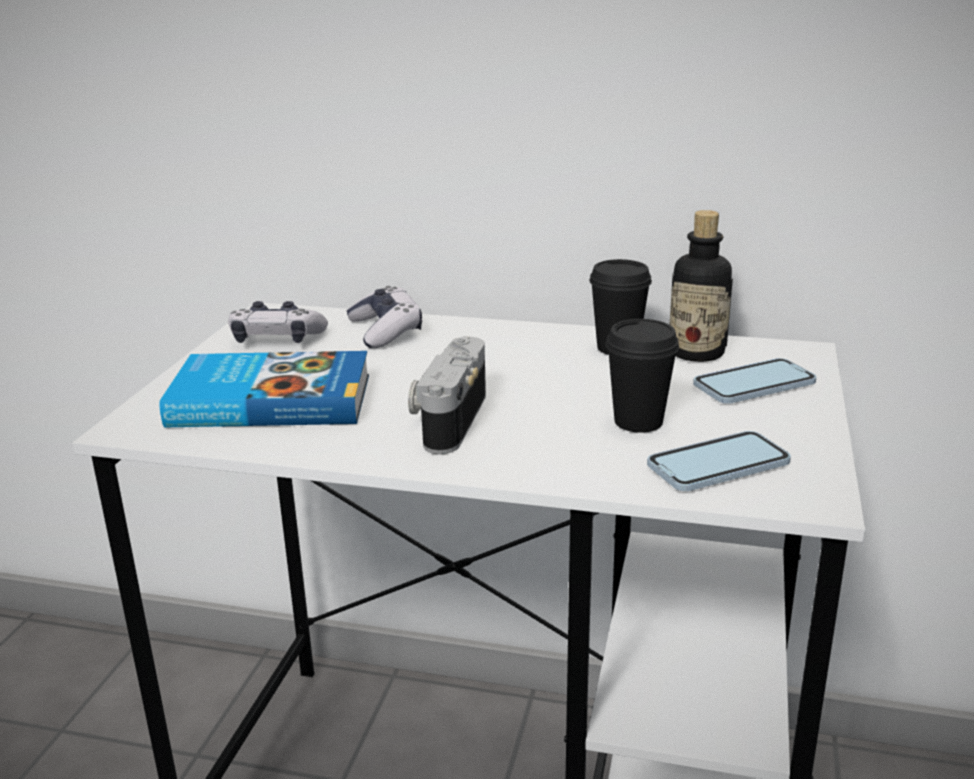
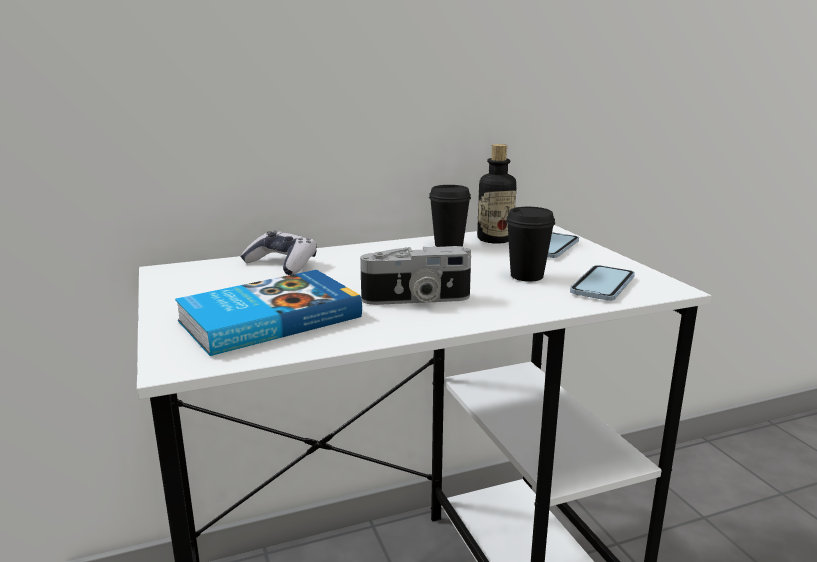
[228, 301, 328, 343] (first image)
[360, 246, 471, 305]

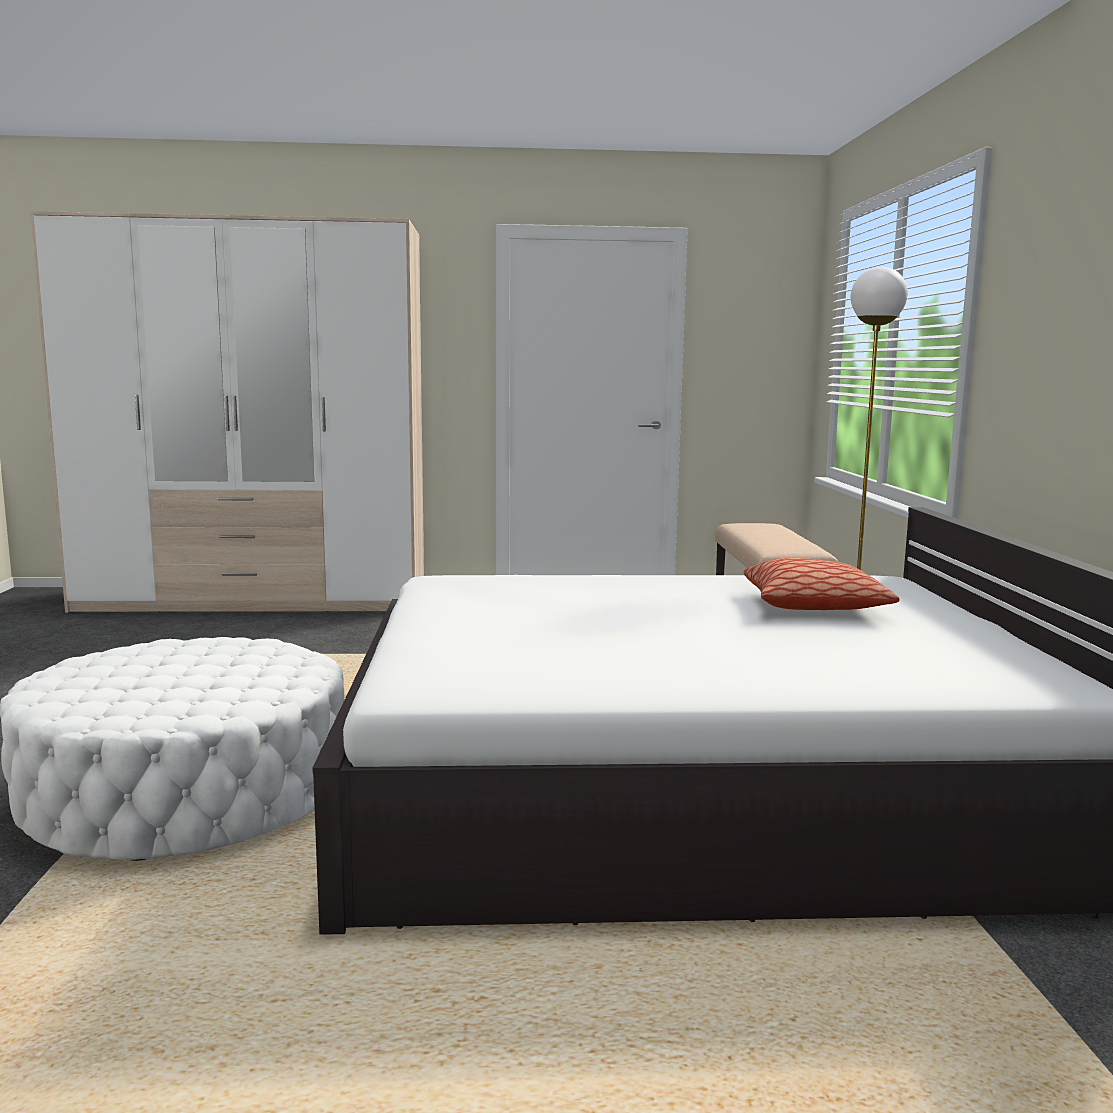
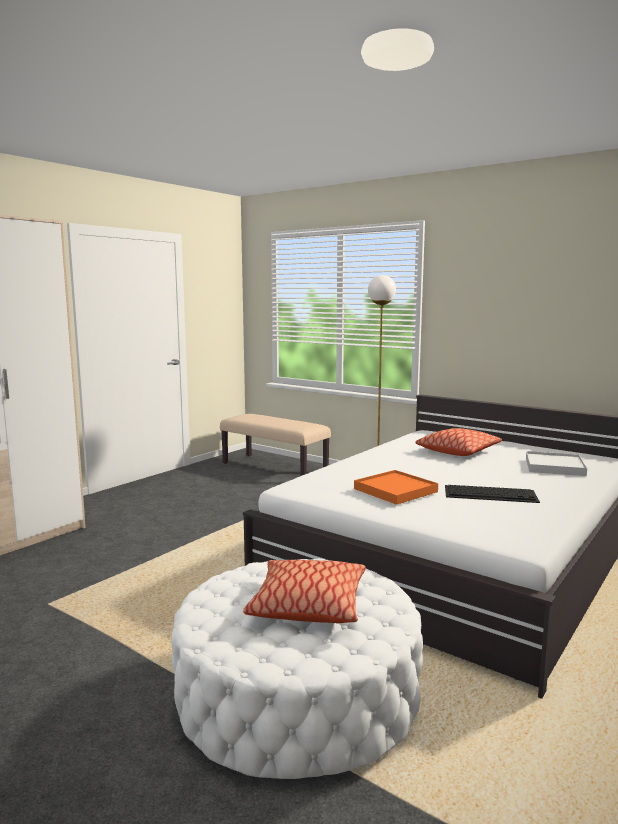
[243, 560, 366, 623]
[354, 470, 438, 505]
[445, 485, 540, 503]
[526, 451, 587, 476]

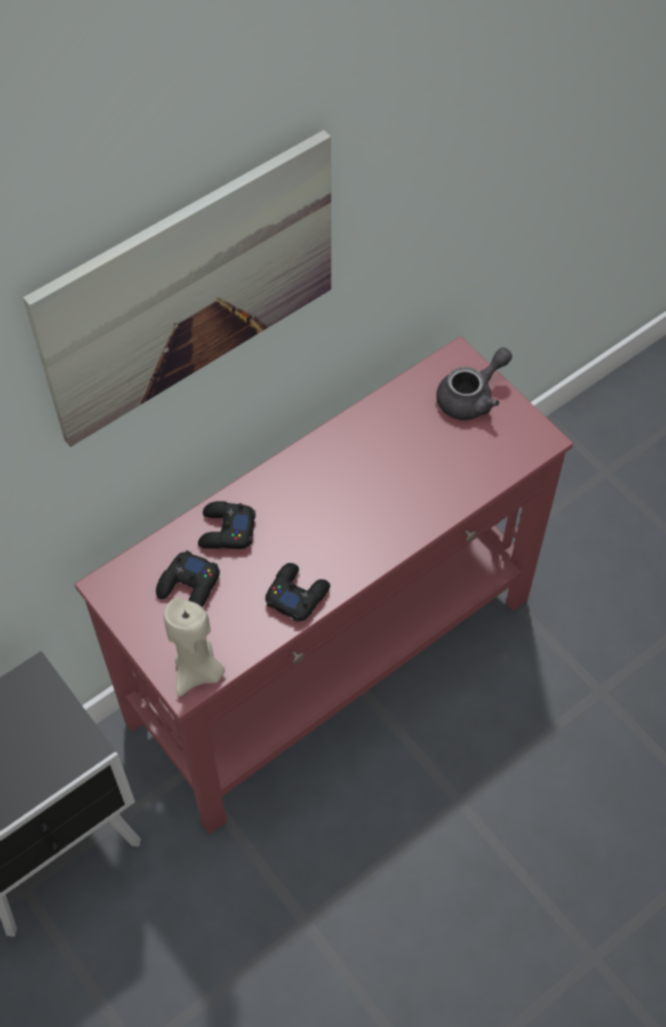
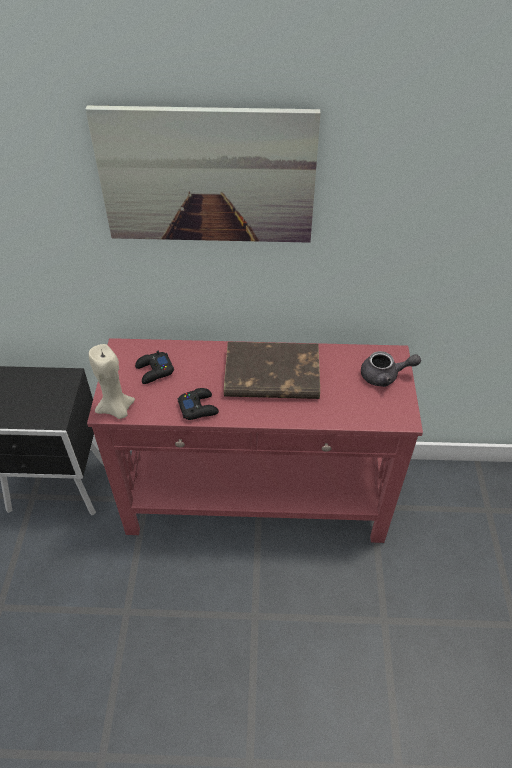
[198, 501, 256, 549] (first image)
[224, 342, 320, 399]

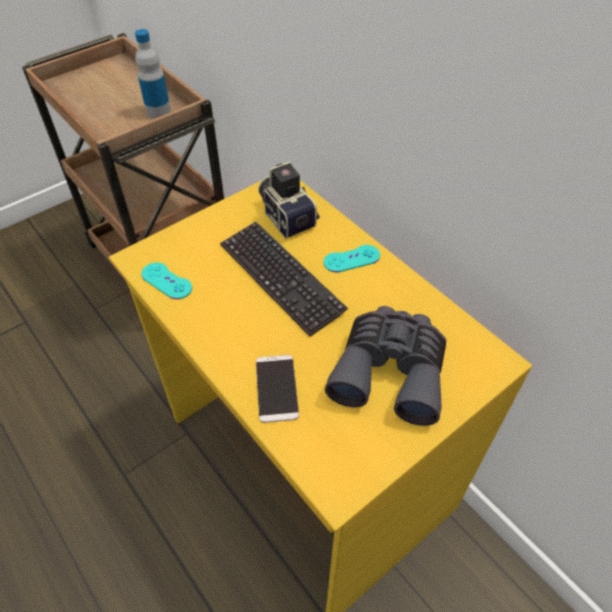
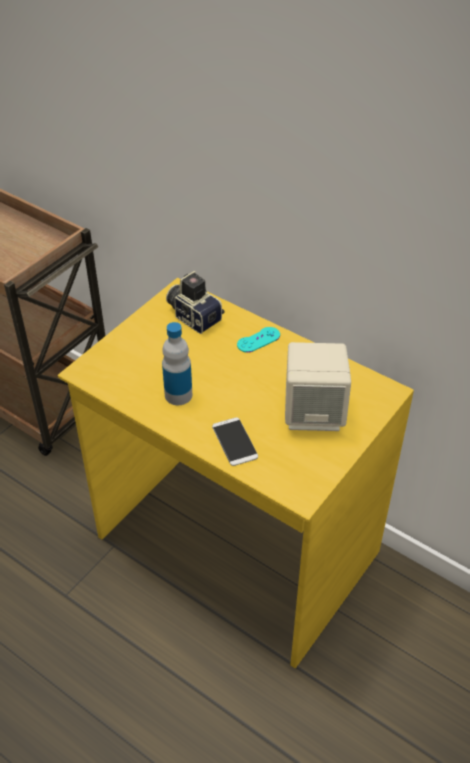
[141, 263, 192, 299] (first image)
[220, 222, 348, 337] (first image)
[162, 322, 192, 405]
[285, 342, 351, 431]

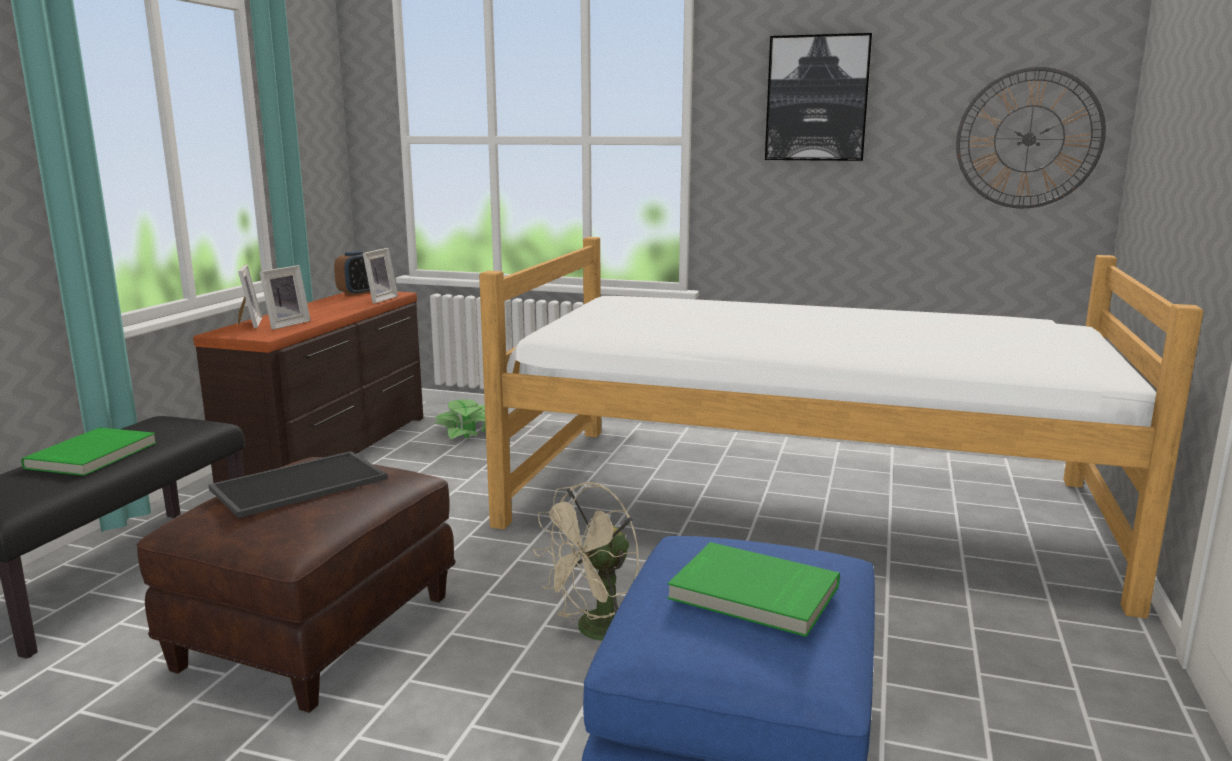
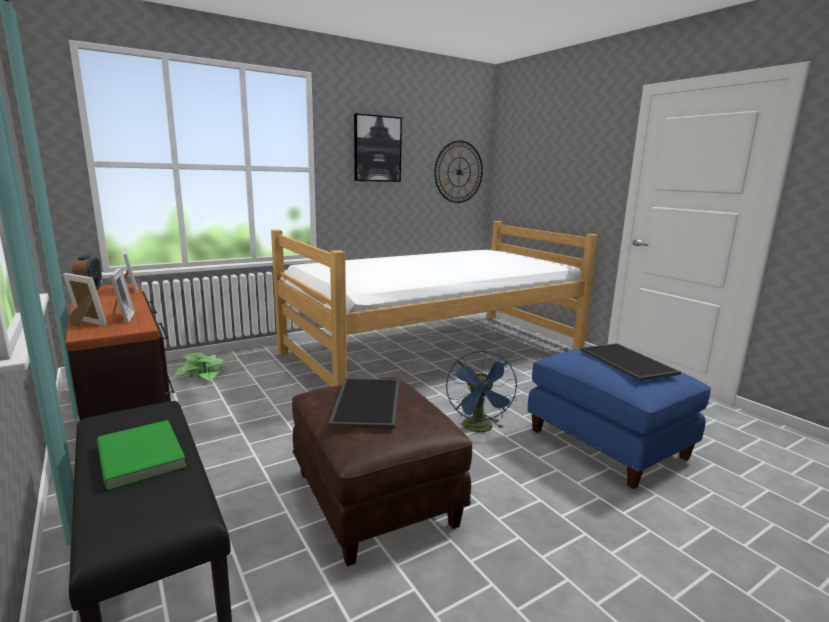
[580, 343, 681, 381]
[446, 351, 518, 432]

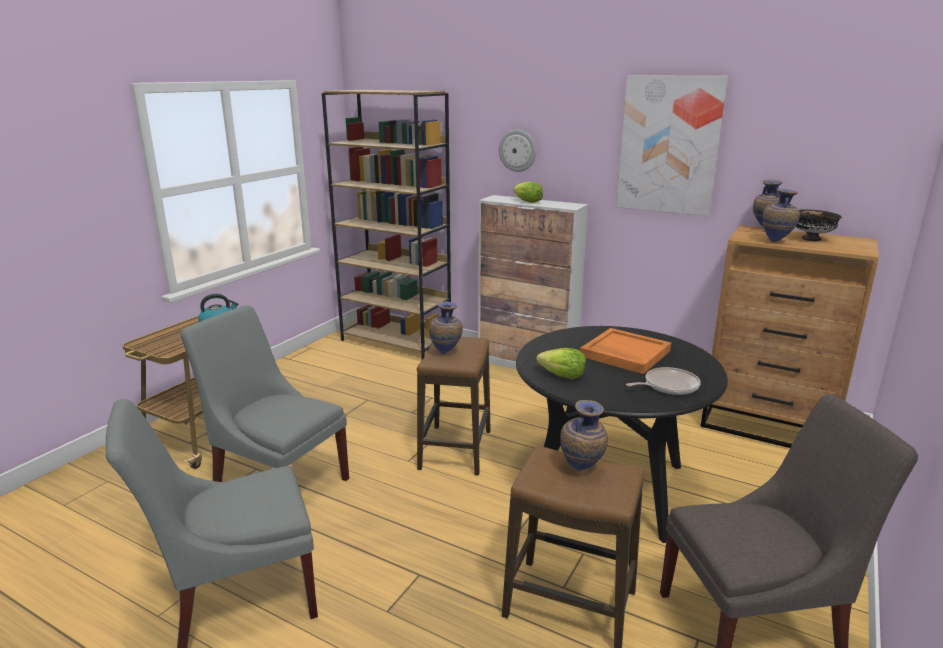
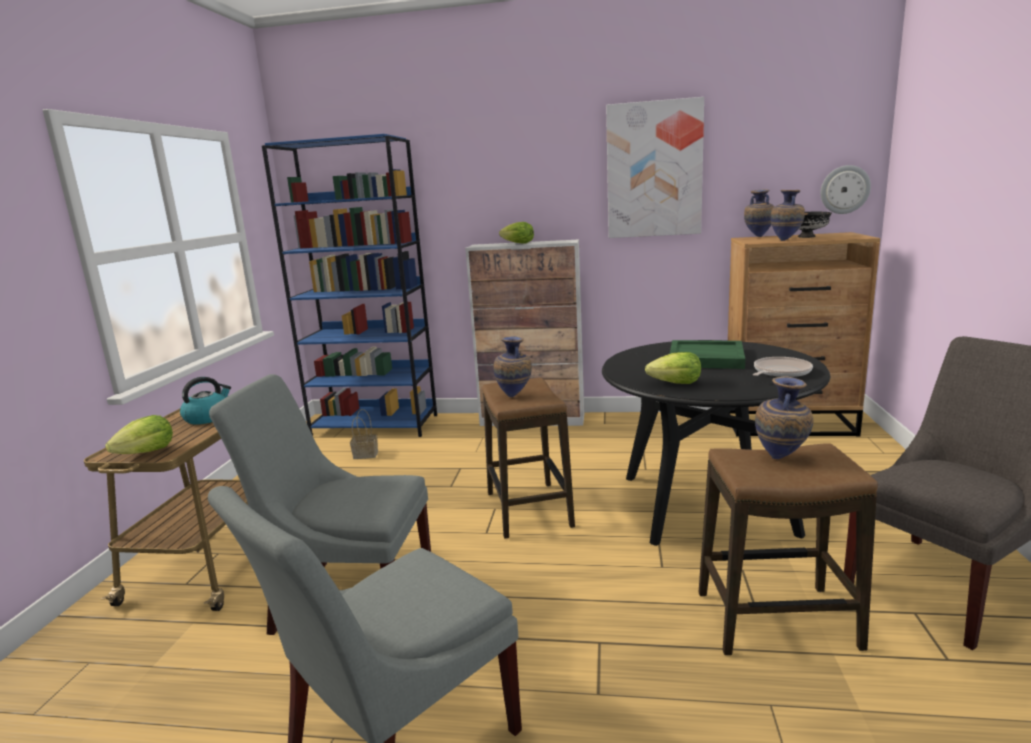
[105, 415, 173, 454]
[350, 409, 378, 459]
[820, 165, 871, 214]
[262, 134, 437, 437]
[670, 340, 745, 369]

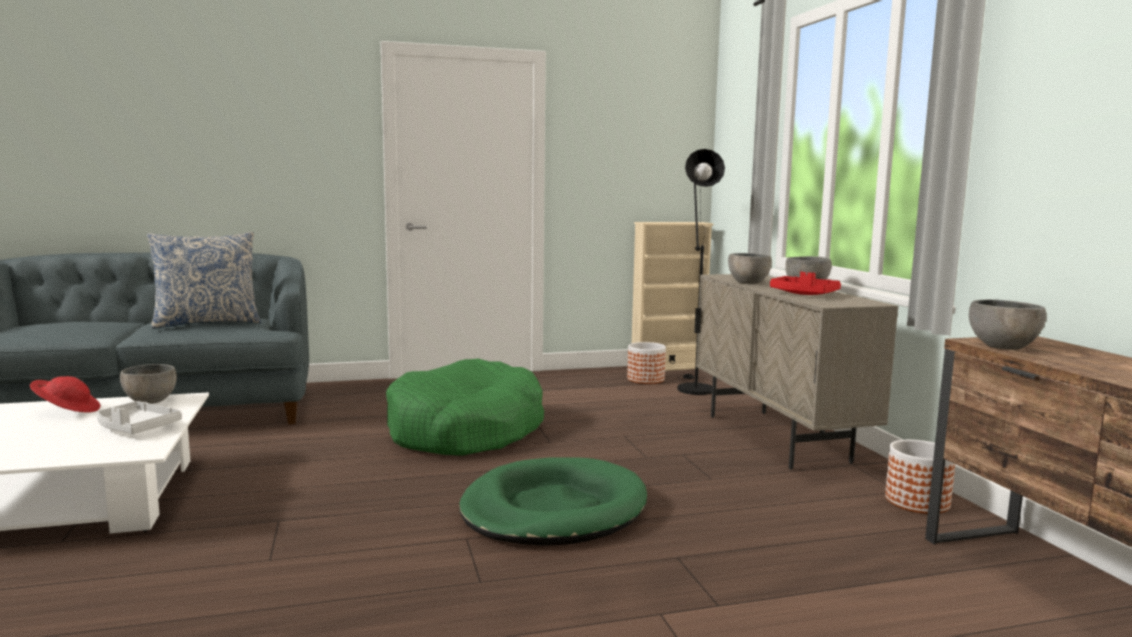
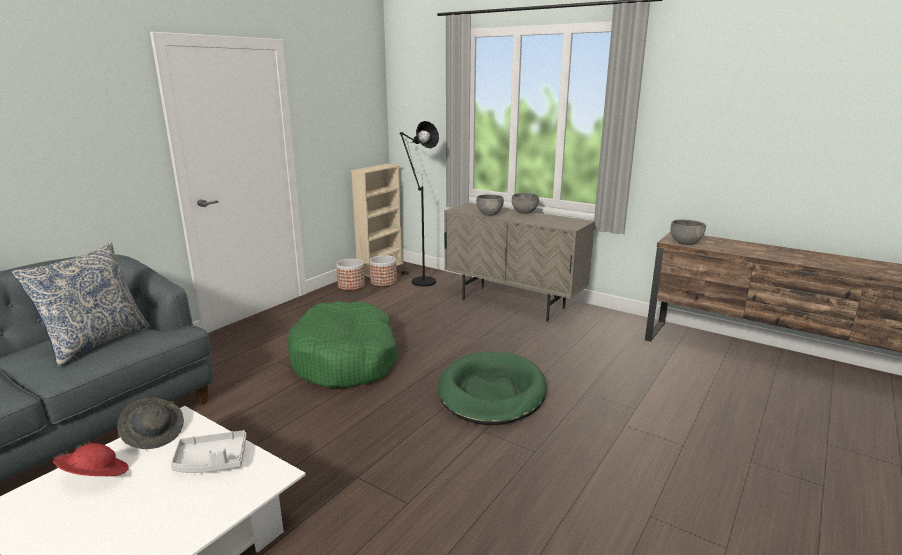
[770, 272, 841, 295] (first image)
[336, 259, 365, 290]
[117, 398, 184, 449]

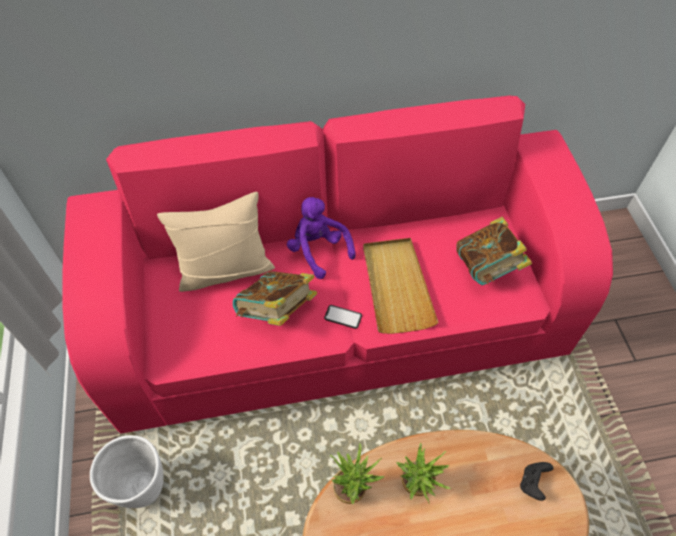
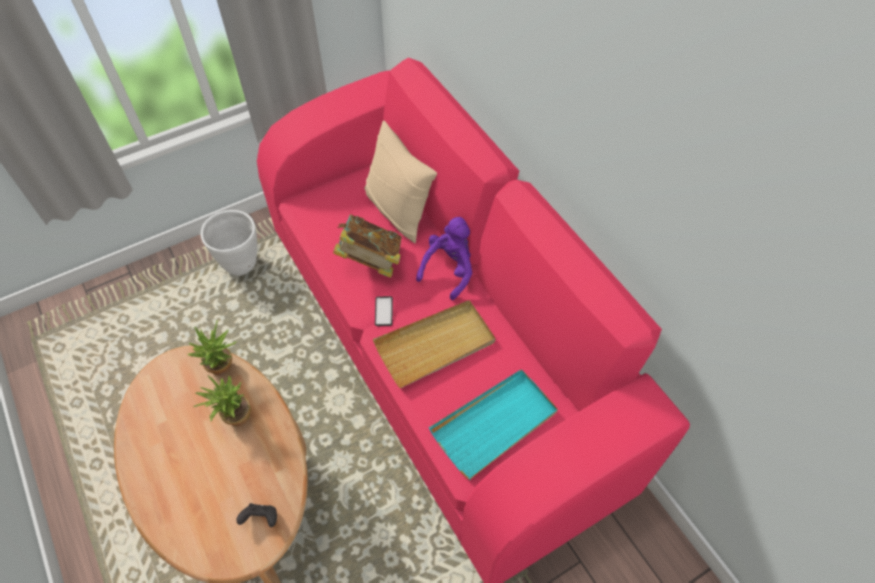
[429, 369, 558, 480]

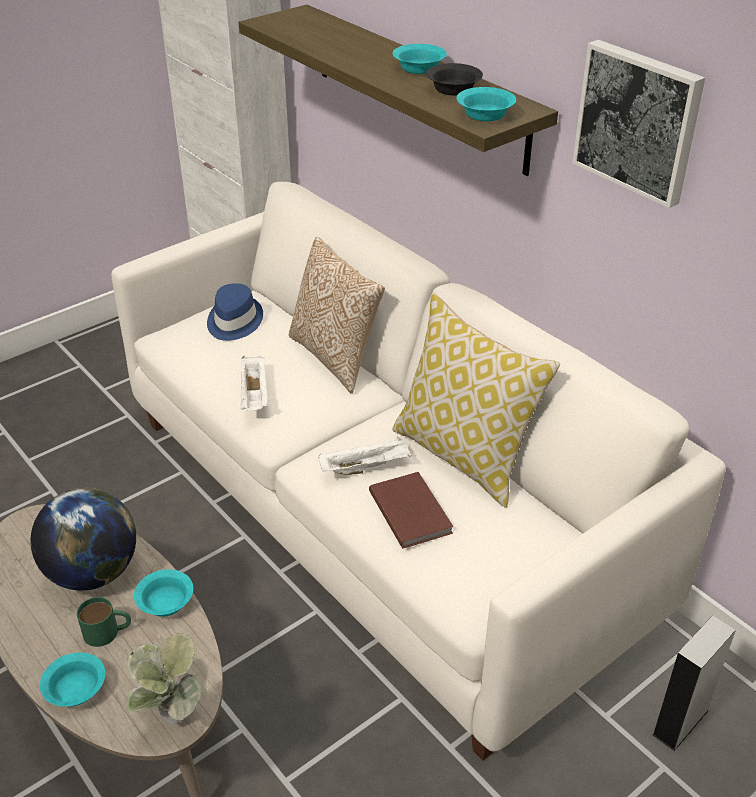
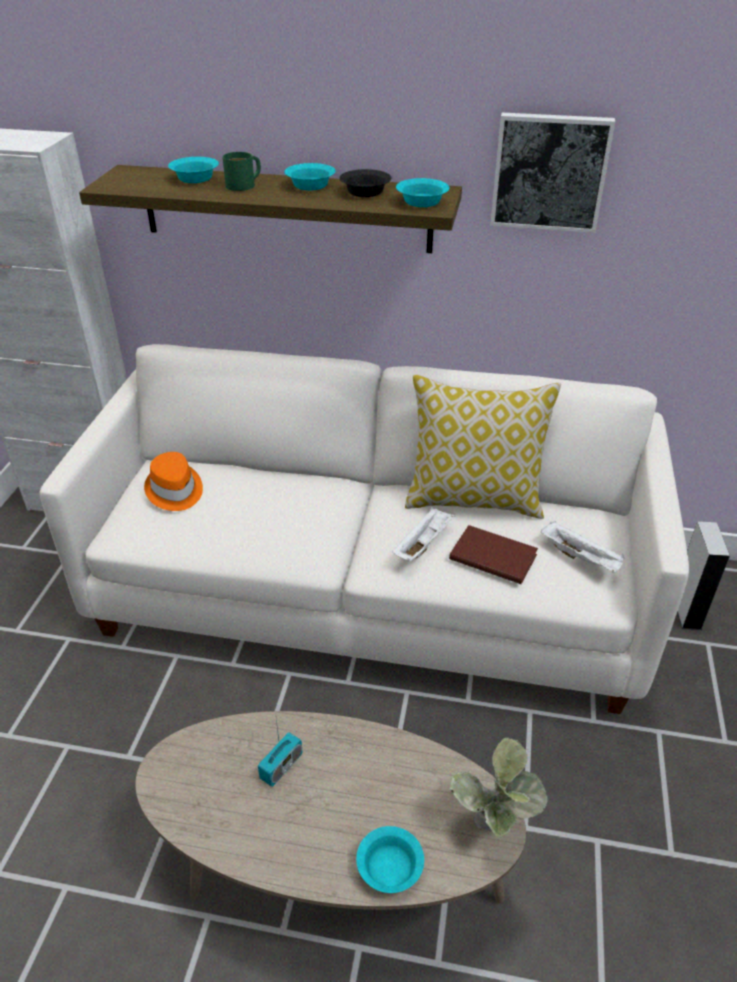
[289, 237, 385, 393] (first image)
[222, 152, 261, 191]
[168, 157, 219, 183]
[541, 521, 624, 573]
[258, 719, 302, 787]
[144, 452, 203, 511]

